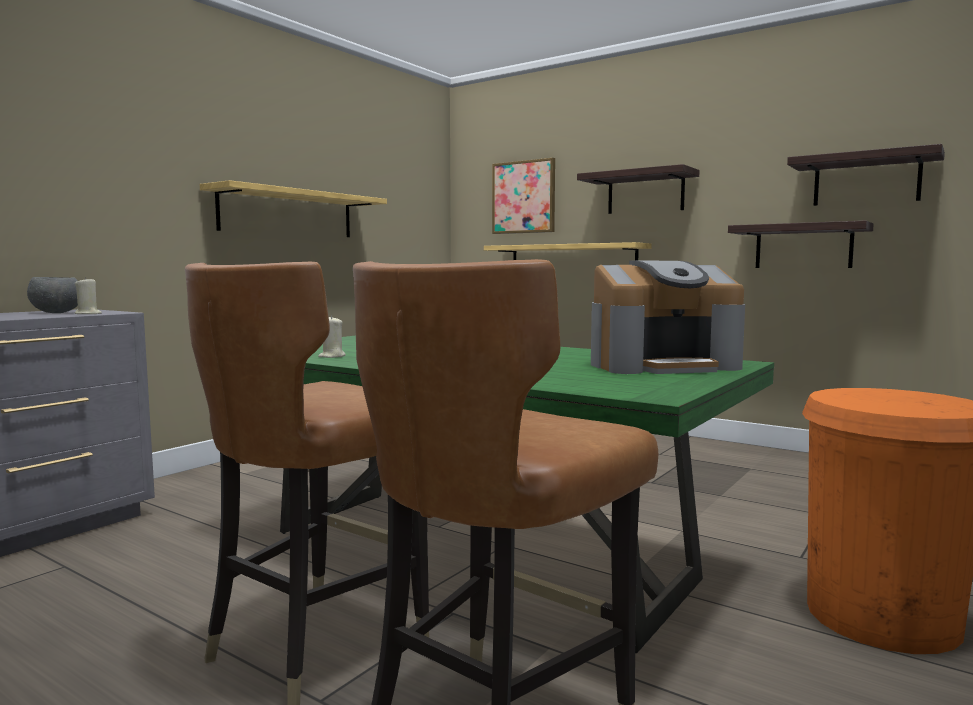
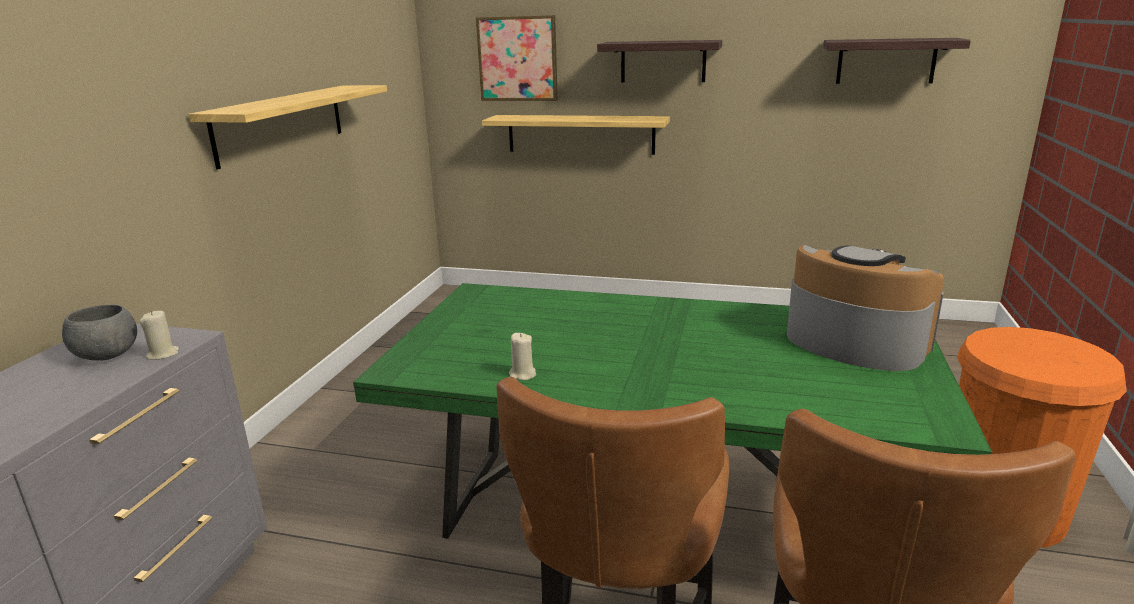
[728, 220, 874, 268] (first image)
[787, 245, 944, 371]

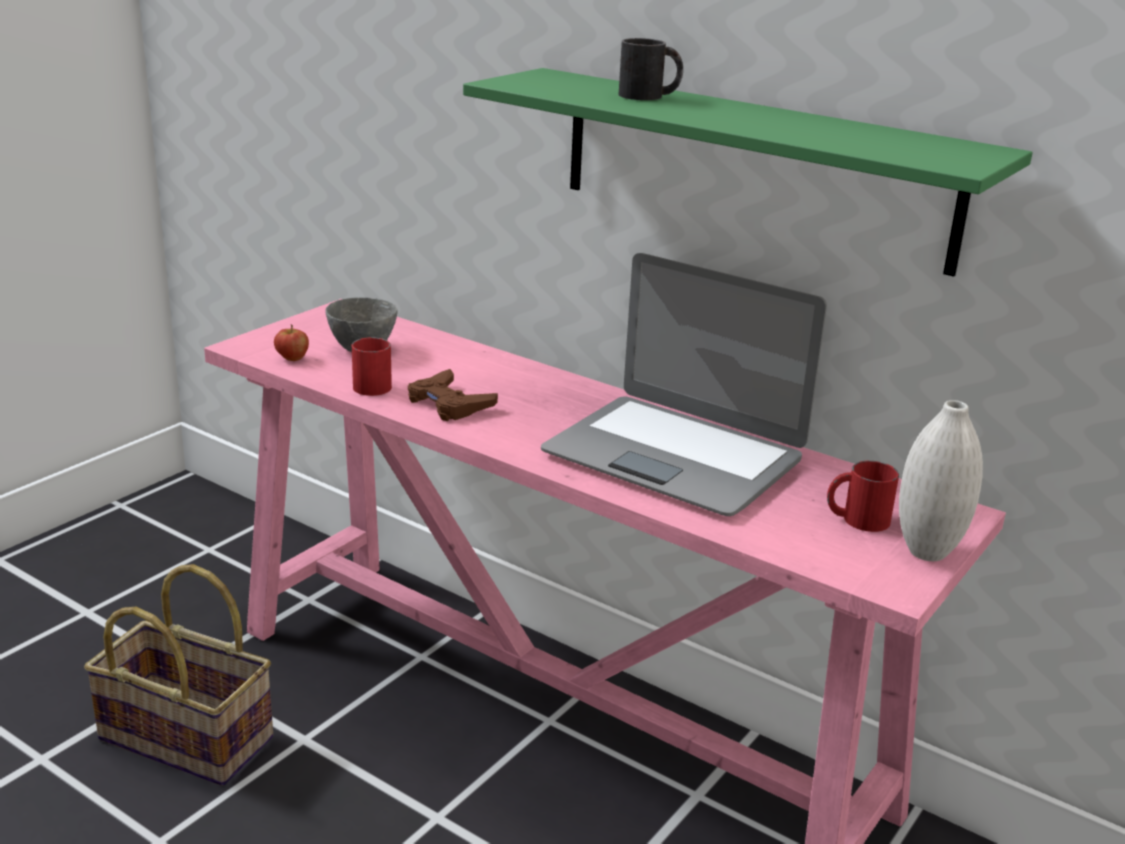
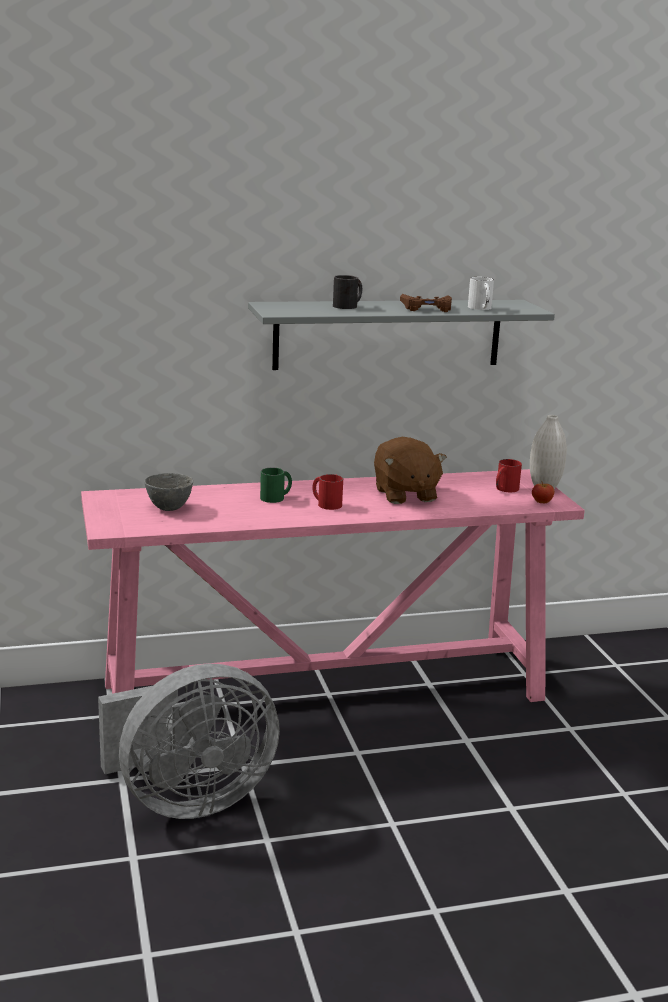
[260, 468, 292, 503]
[468, 277, 494, 310]
[532, 482, 554, 503]
[312, 474, 343, 510]
[400, 294, 452, 312]
[98, 664, 280, 819]
[374, 437, 447, 504]
[248, 300, 555, 370]

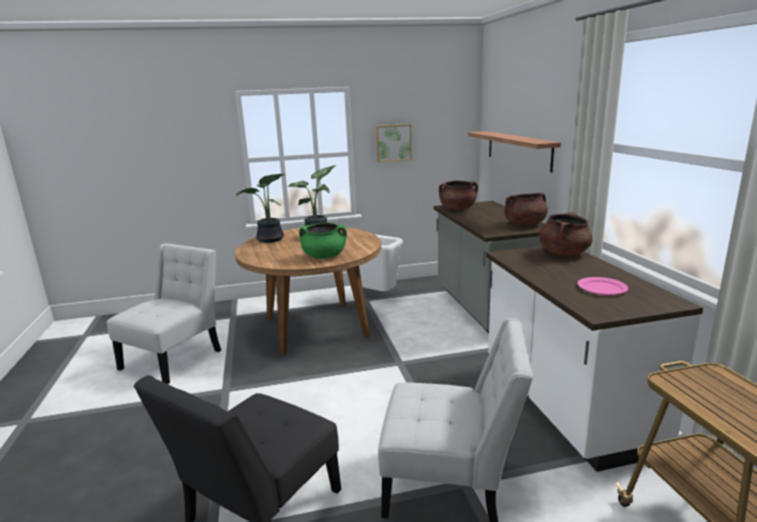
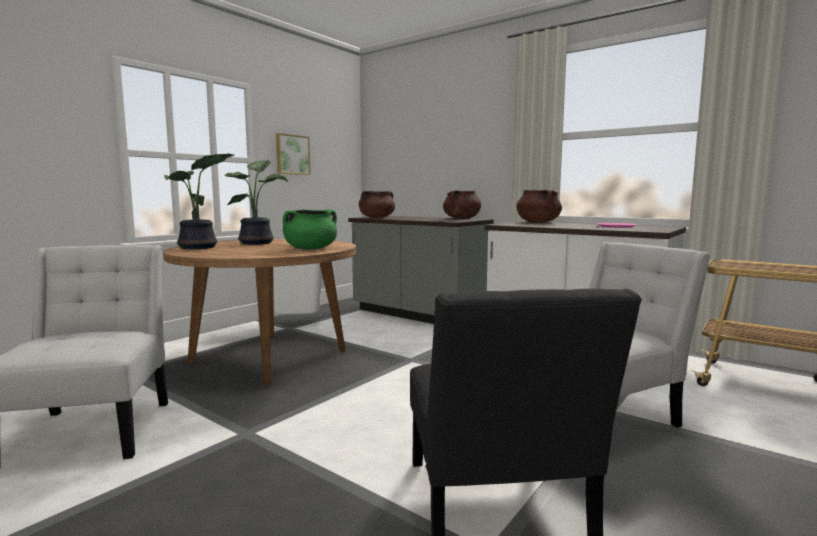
[468, 131, 561, 172] (first image)

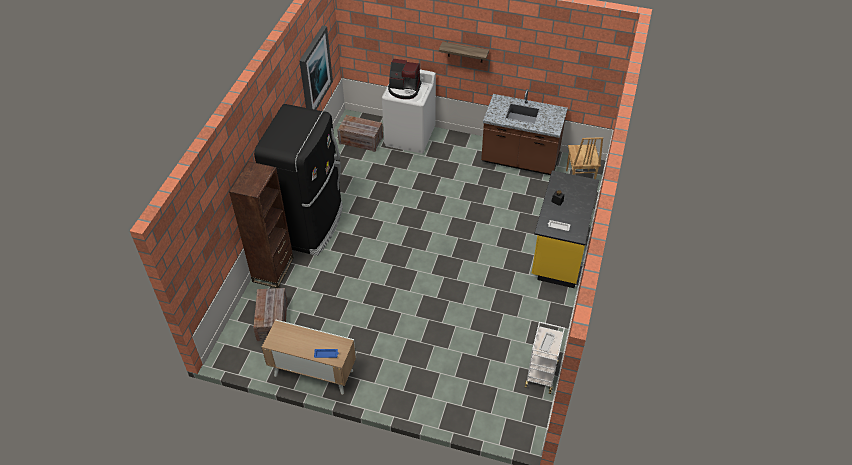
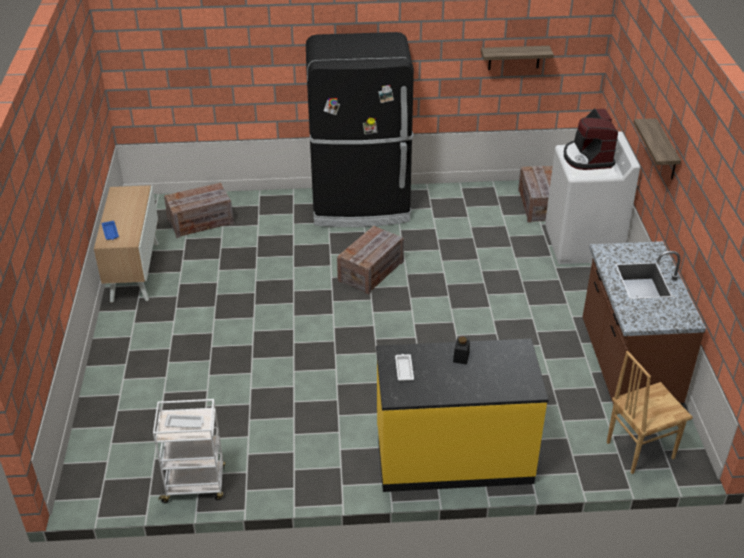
[229, 161, 294, 288] (first image)
[337, 226, 404, 295]
[481, 46, 554, 70]

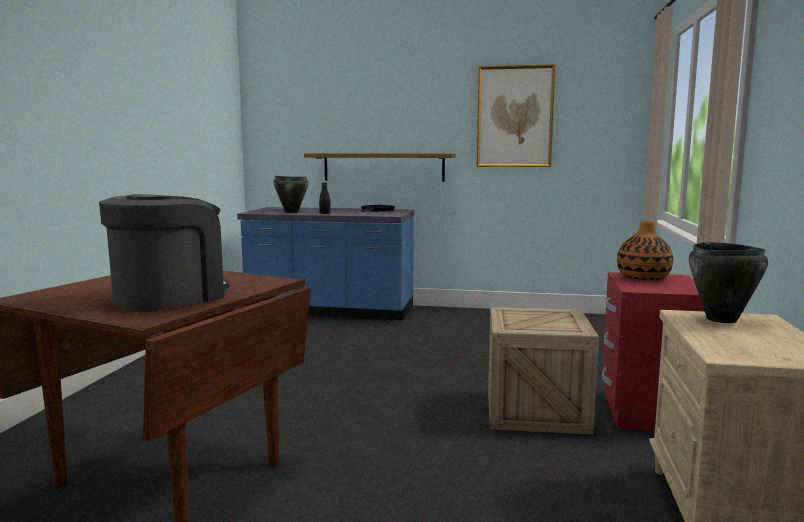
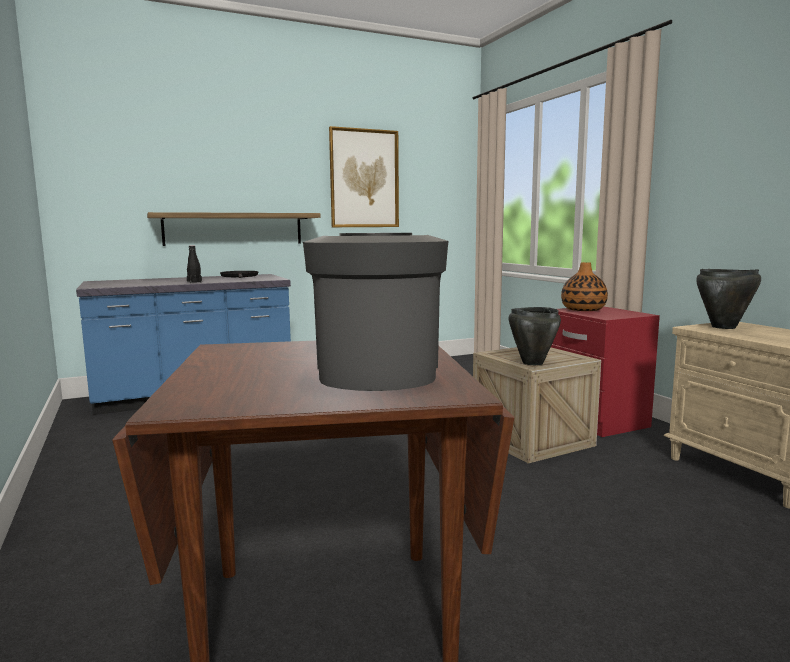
[509, 307, 561, 365]

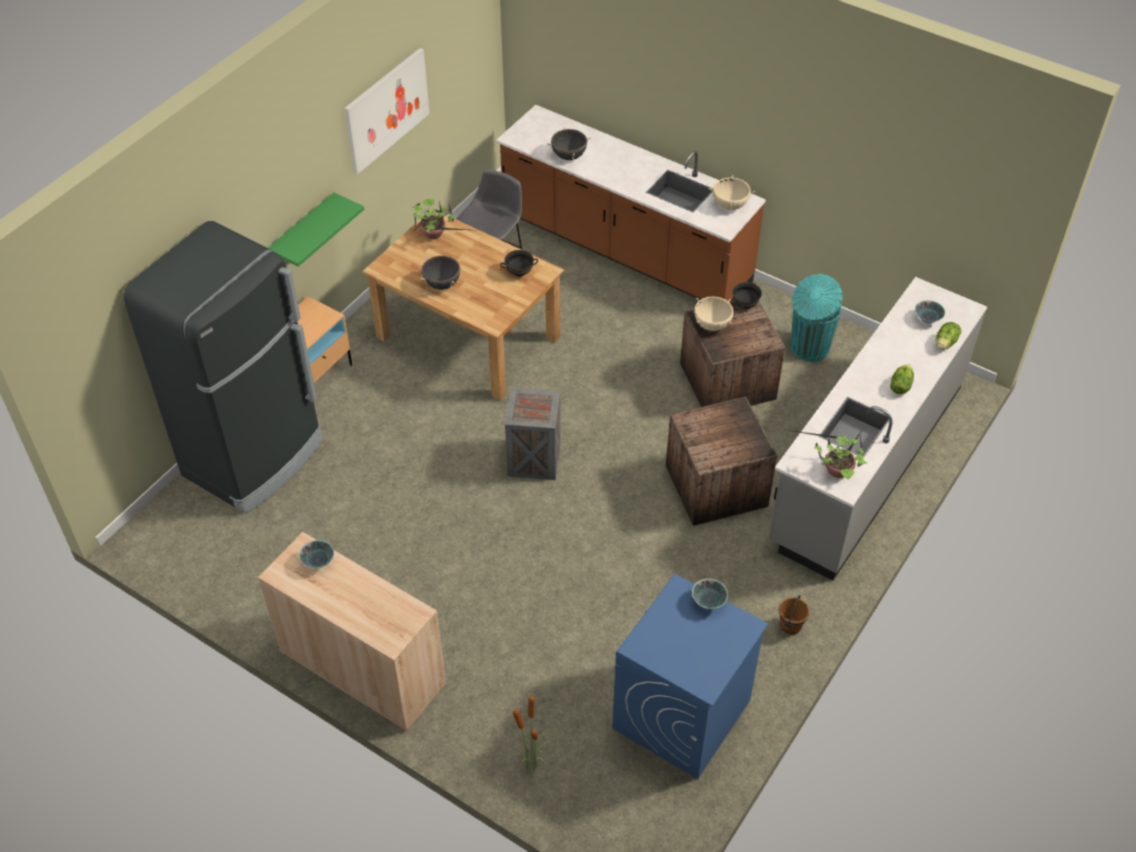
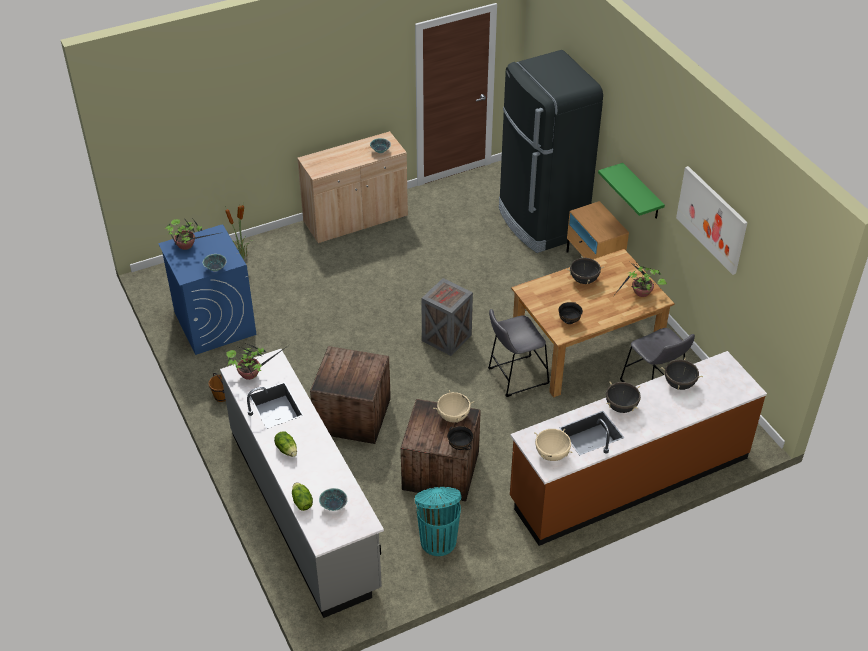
[165, 218, 223, 250]
[488, 309, 550, 397]
[606, 382, 641, 413]

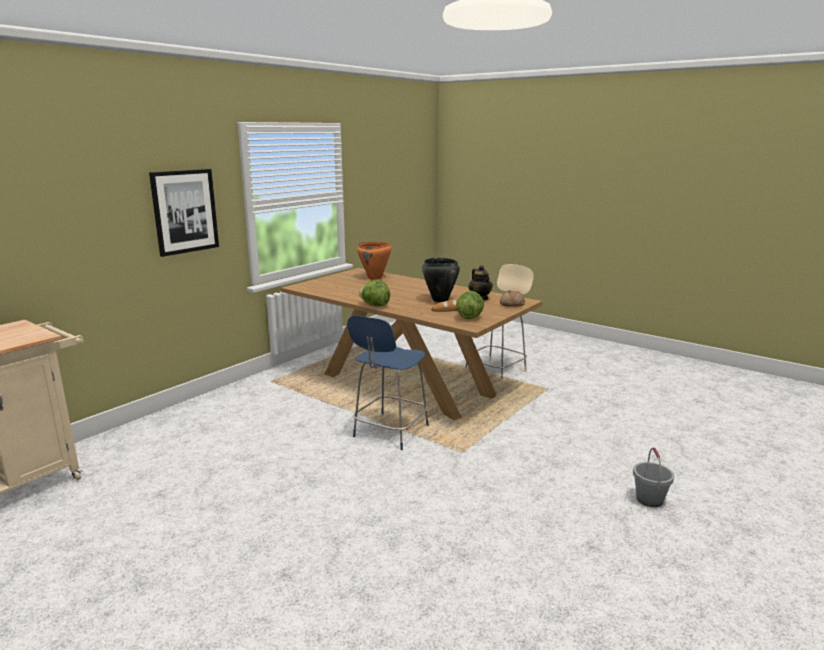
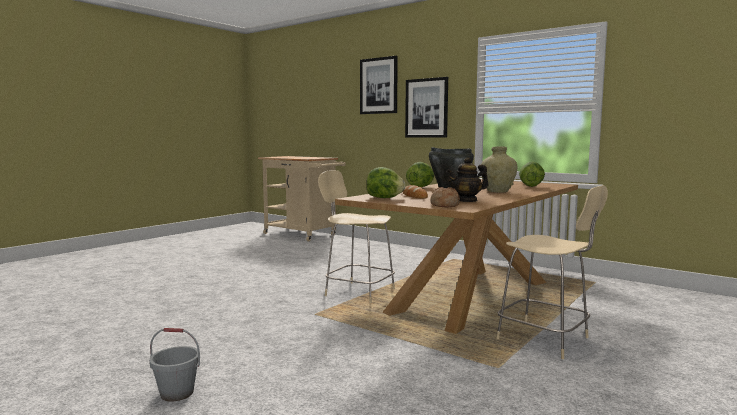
[360, 56, 398, 114]
[481, 146, 517, 193]
[519, 161, 545, 187]
[318, 170, 395, 303]

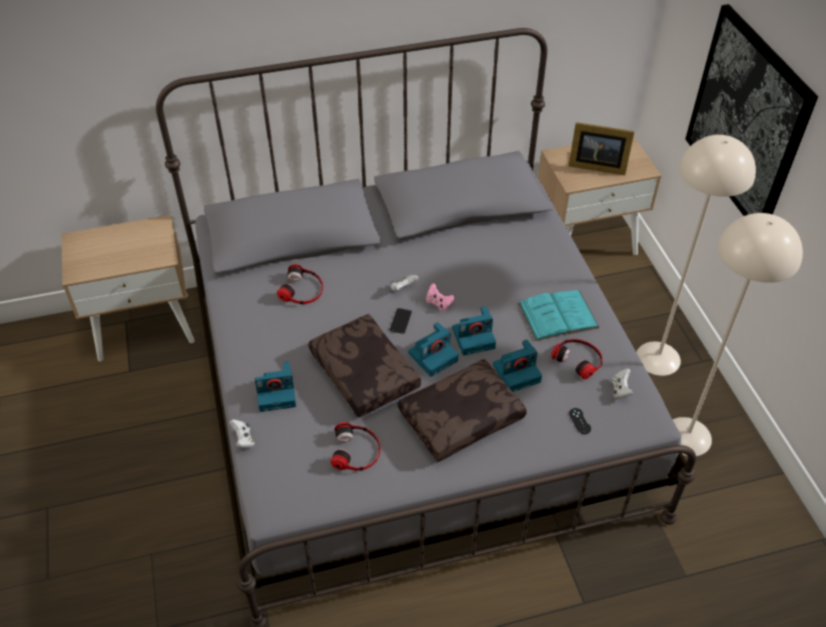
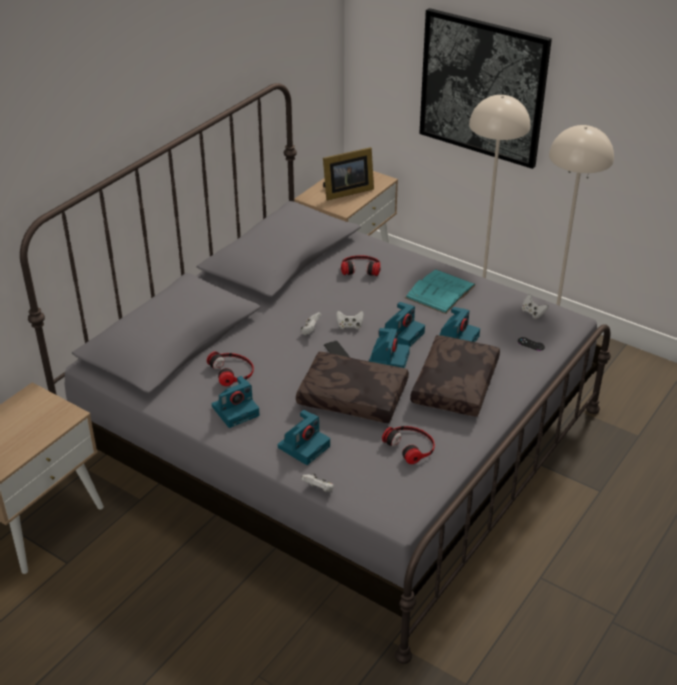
[212, 376, 259, 428]
[341, 255, 381, 276]
[336, 311, 364, 330]

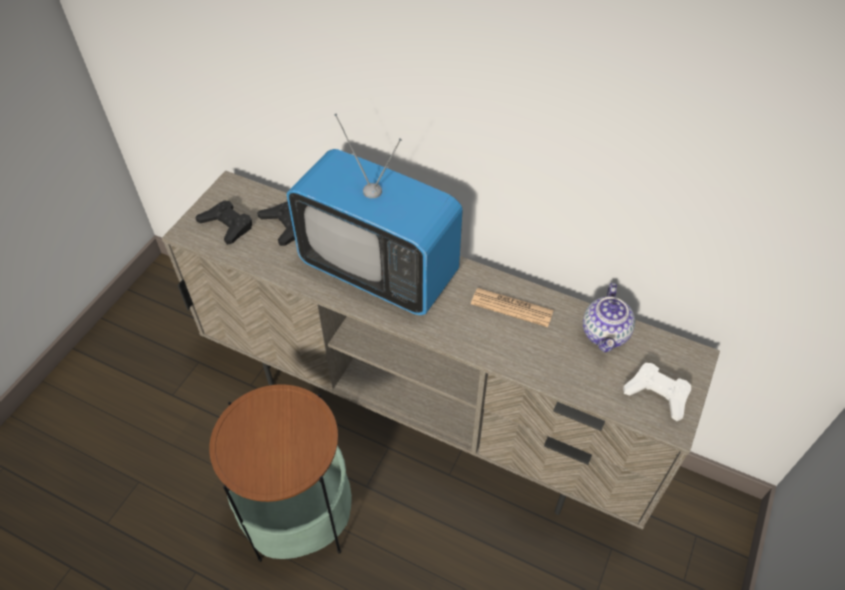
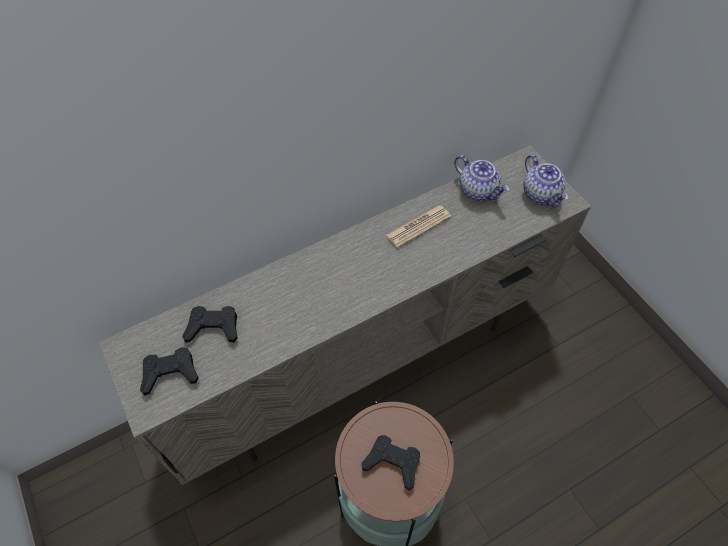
[287, 114, 463, 315] (first image)
[361, 435, 420, 490]
[523, 155, 568, 207]

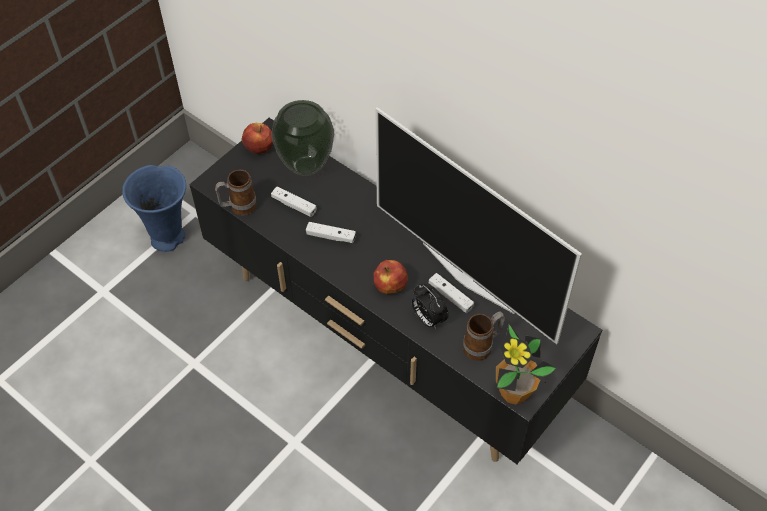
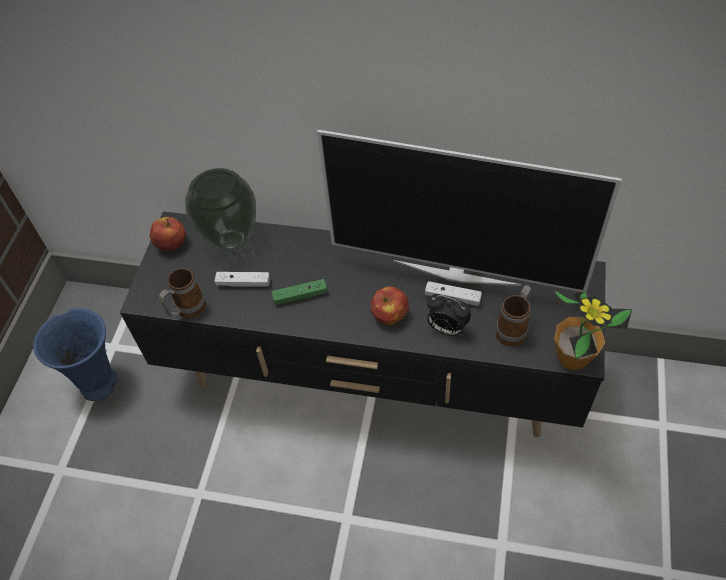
[272, 279, 327, 305]

